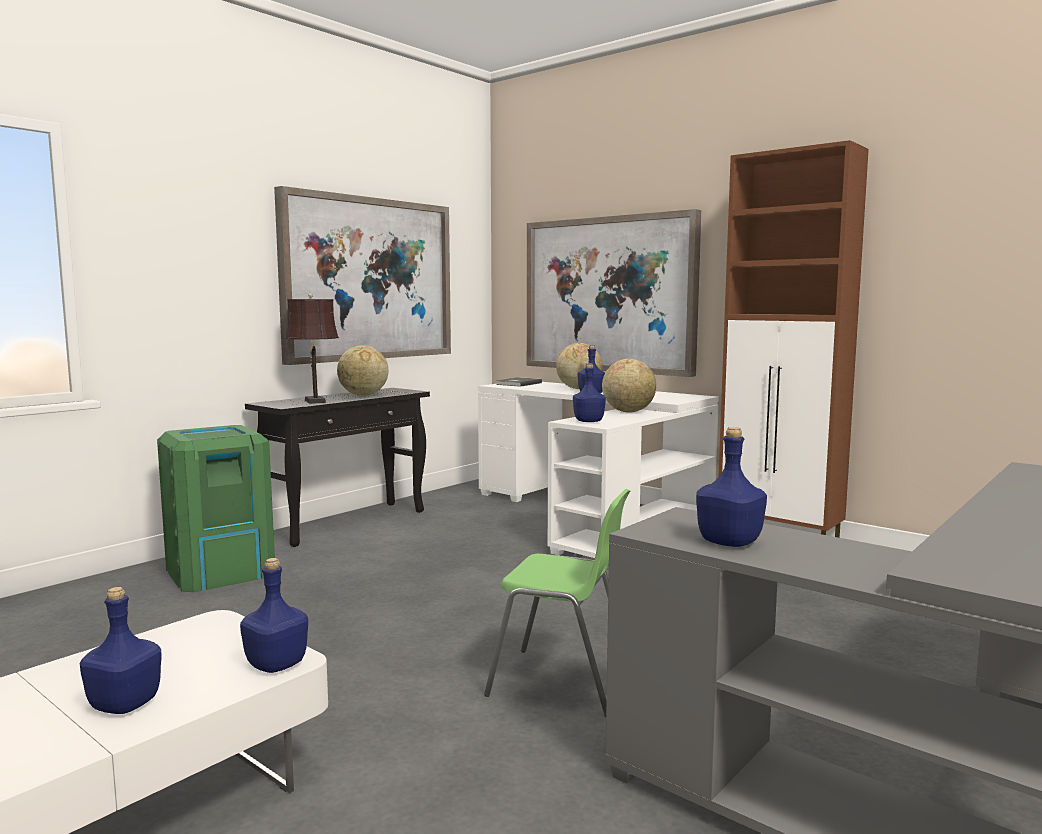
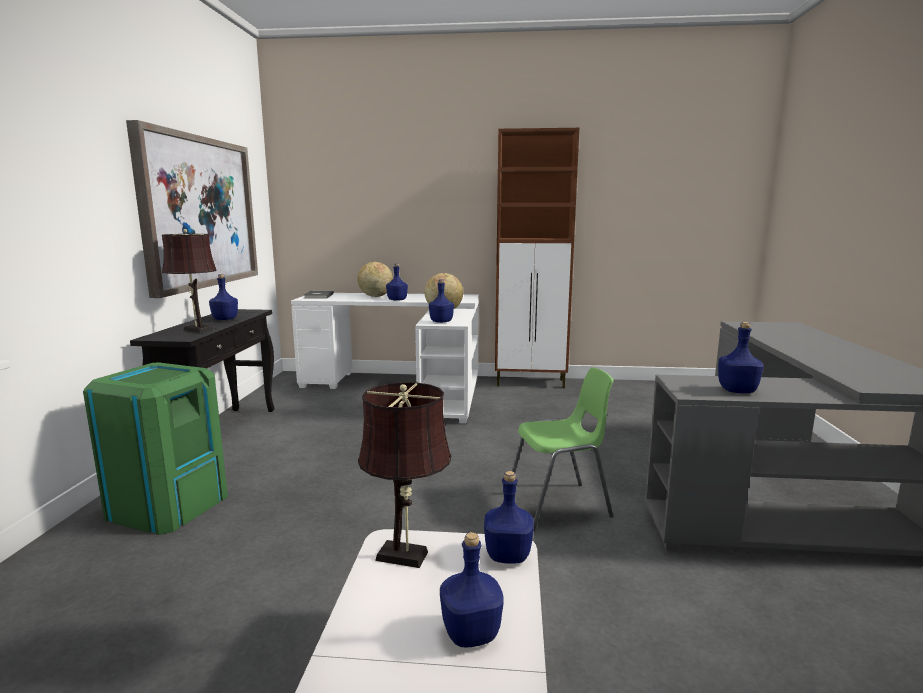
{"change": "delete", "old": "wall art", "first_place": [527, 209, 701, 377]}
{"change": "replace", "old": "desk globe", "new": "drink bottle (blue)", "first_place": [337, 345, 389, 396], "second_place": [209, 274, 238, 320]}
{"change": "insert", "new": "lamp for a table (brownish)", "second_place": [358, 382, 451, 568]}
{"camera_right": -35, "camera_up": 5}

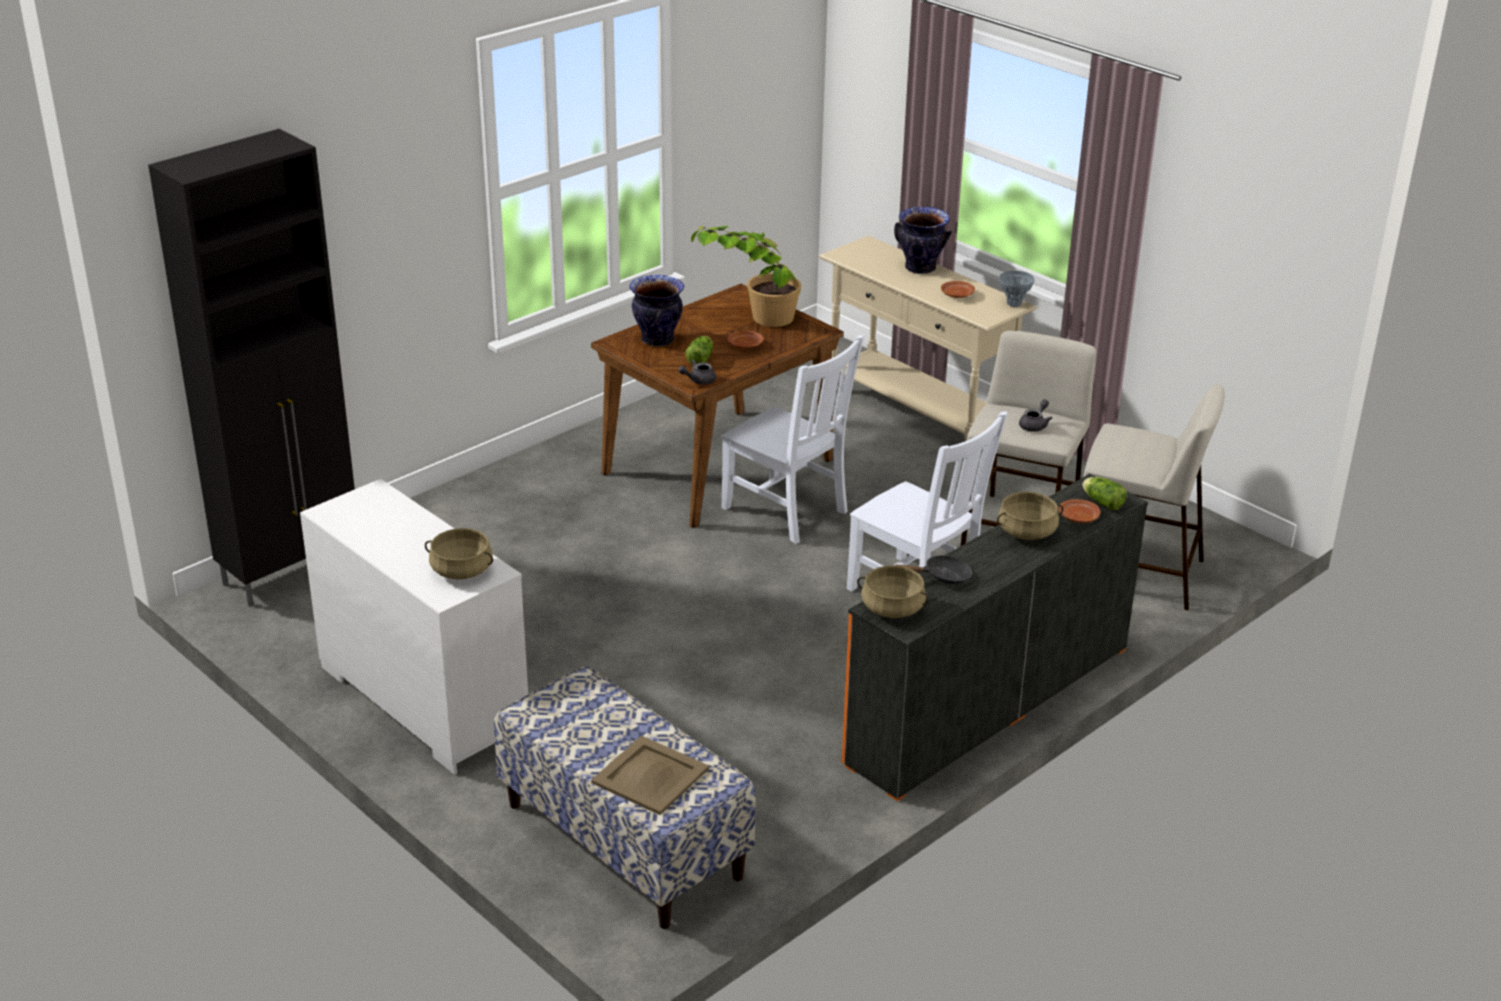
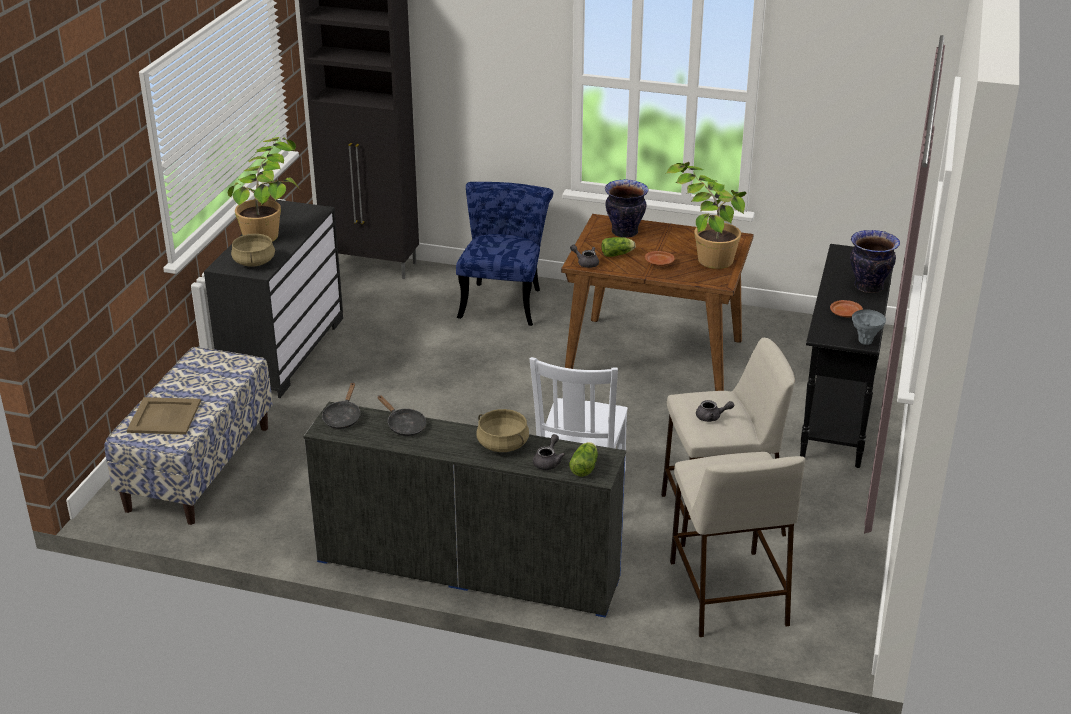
{"change": "recolor", "old": "console table (beige)", "new": "console table (black-coloured)", "first_place": [819, 236, 1036, 441], "second_place": [800, 244, 893, 468]}
{"change": "delete", "old": "upright chair (white)", "first_place": [721, 335, 864, 544]}
{"change": "recolor", "old": "drawer chest (orangey)", "new": "drawer chest (blue)", "first_place": [842, 474, 1148, 801], "second_place": [303, 402, 626, 618]}
{"change": "recolor", "old": "drawer chest (white)", "new": "drawer chest (black-coloured)", "first_place": [300, 479, 528, 775], "second_place": [204, 200, 343, 398]}
{"change": "replace", "old": "flat dish (brownish)", "new": "teapot (grey)", "first_place": [1058, 499, 1101, 523], "second_place": [533, 434, 565, 470]}
{"change": "replace", "old": "cooking pot (beige)", "new": "pan (black-coloured)", "first_place": [857, 565, 929, 618], "second_place": [322, 382, 360, 429]}
{"change": "insert", "new": "plant in a pot", "second_place": [228, 137, 300, 242]}
{"change": "insert", "new": "upright chair (blue)", "second_place": [456, 182, 553, 326]}
{"camera_right": 60, "camera_up": 0}

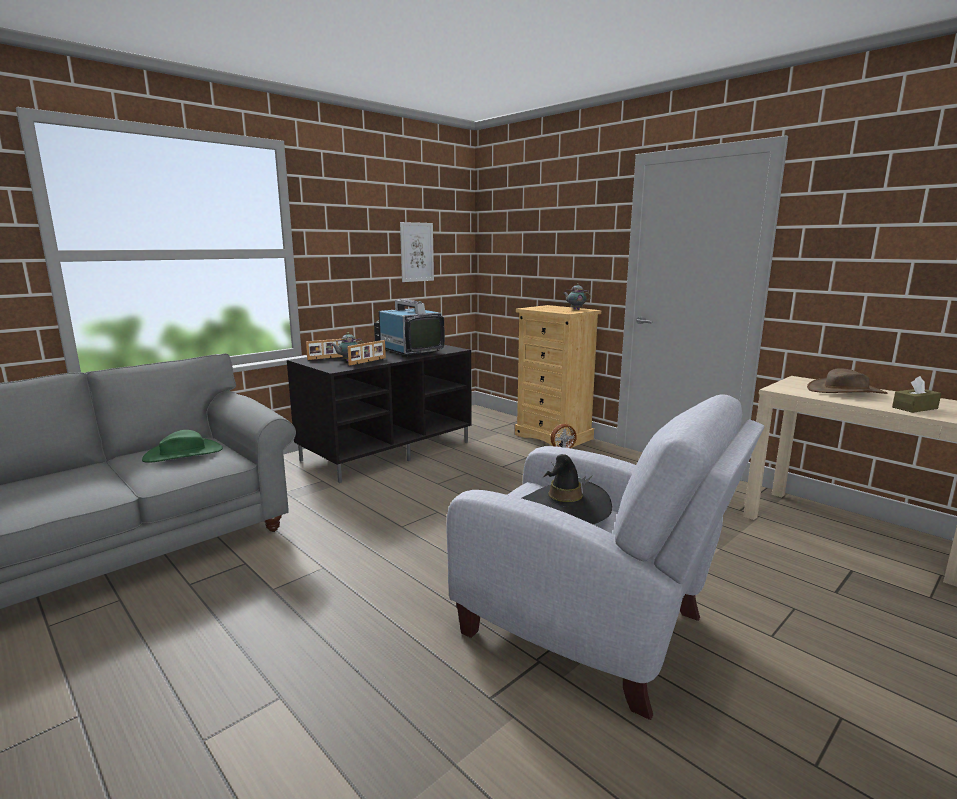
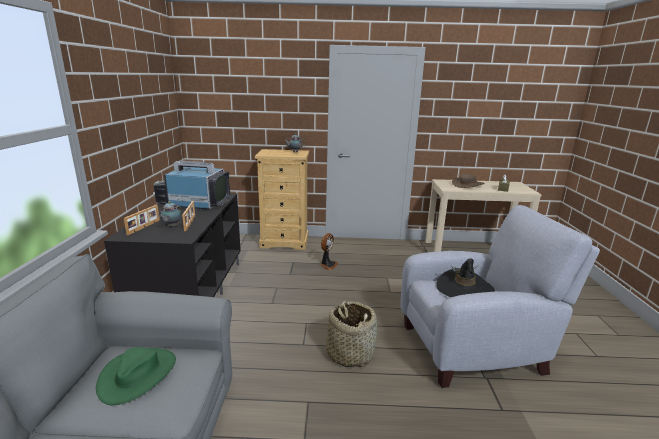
{"change": "delete", "old": "wall art", "first_place": [400, 222, 434, 282]}
{"change": "insert", "new": "basket", "second_place": [326, 301, 377, 367]}
{"camera_right": -45, "camera_up": 5}

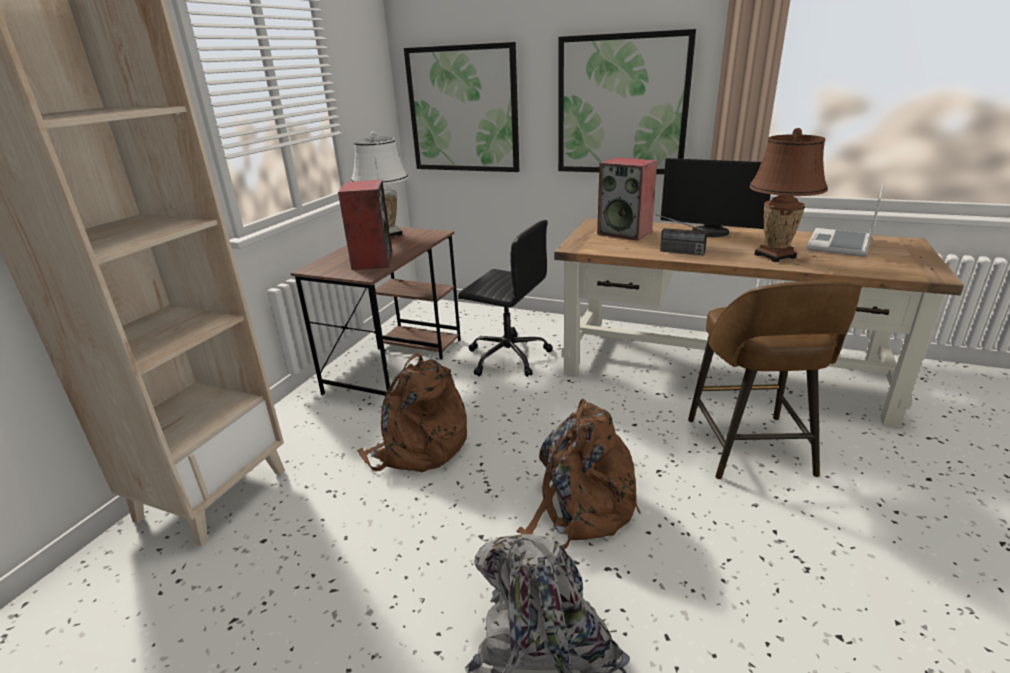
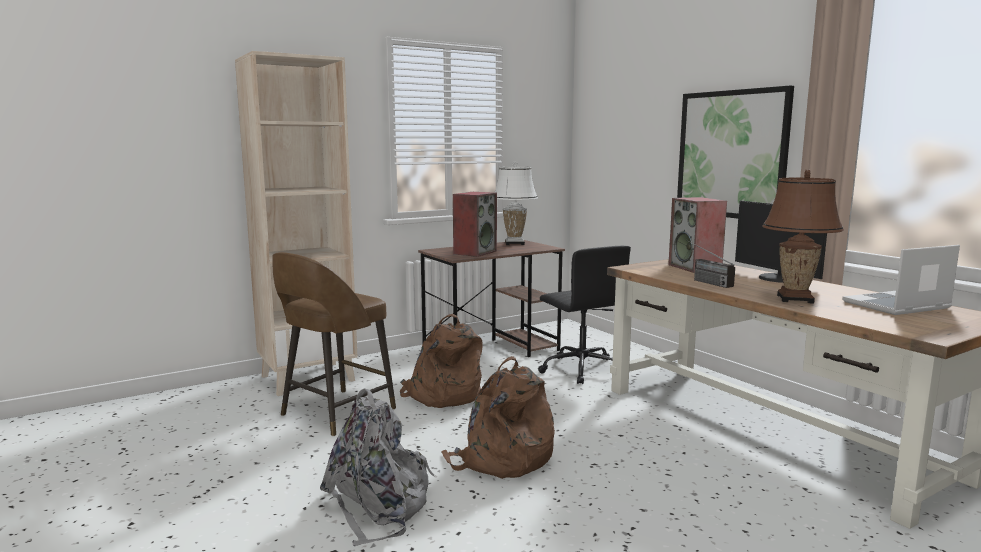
{"change": "delete", "old": "wall art", "first_place": [404, 42, 519, 172]}
{"change": "move", "old": "stool (brownish)", "first_place": [688, 280, 862, 479], "second_place": [272, 252, 396, 436]}
{"camera_right": 35, "camera_up": -15}

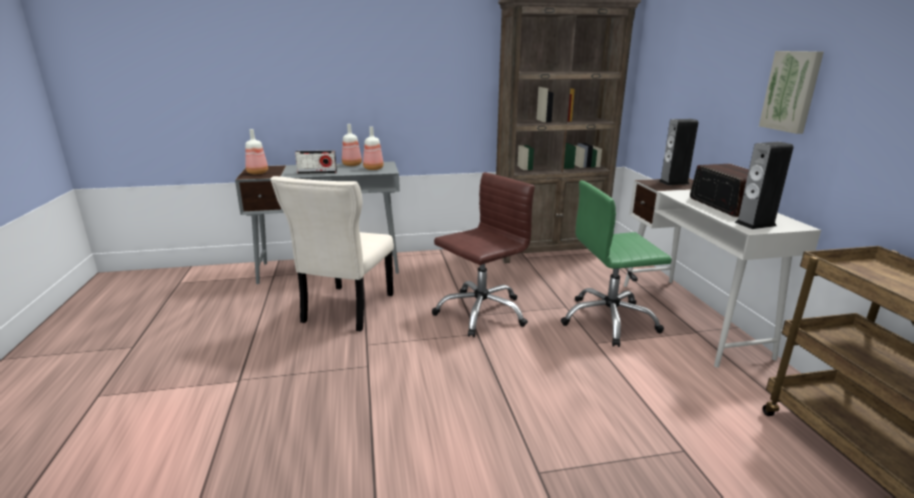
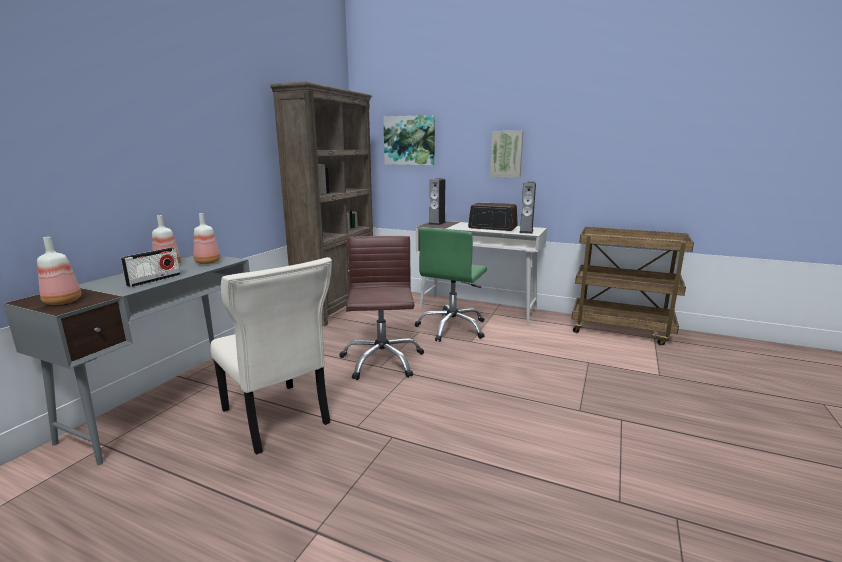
{"change": "insert", "new": "wall art", "second_place": [383, 115, 435, 165]}
{"camera_right": -55, "camera_up": -5}

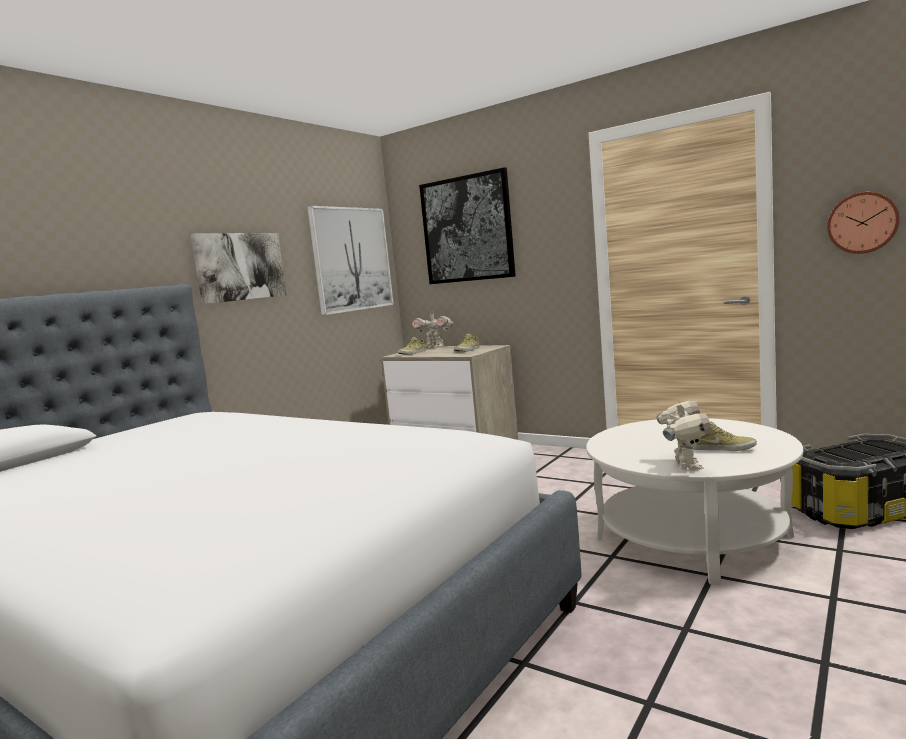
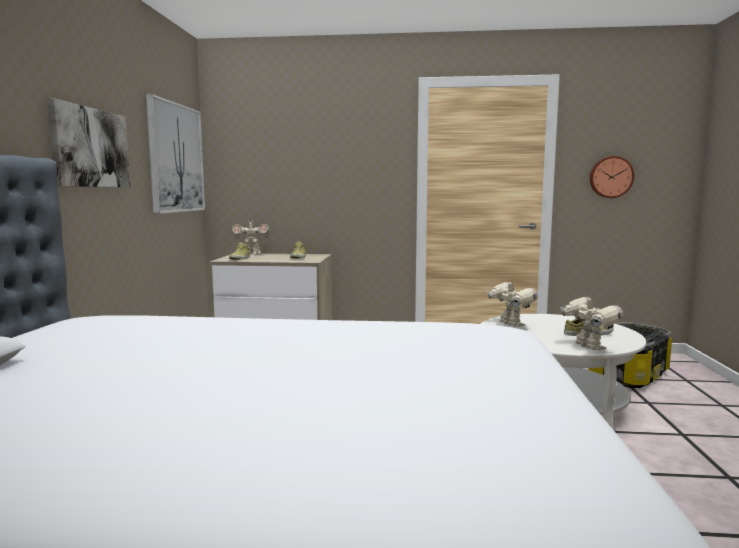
{"change": "delete", "old": "wall art", "first_place": [419, 167, 516, 284]}
{"change": "insert", "new": "toy robot", "second_place": [487, 279, 538, 327]}
{"camera_right": -30, "camera_up": 0}

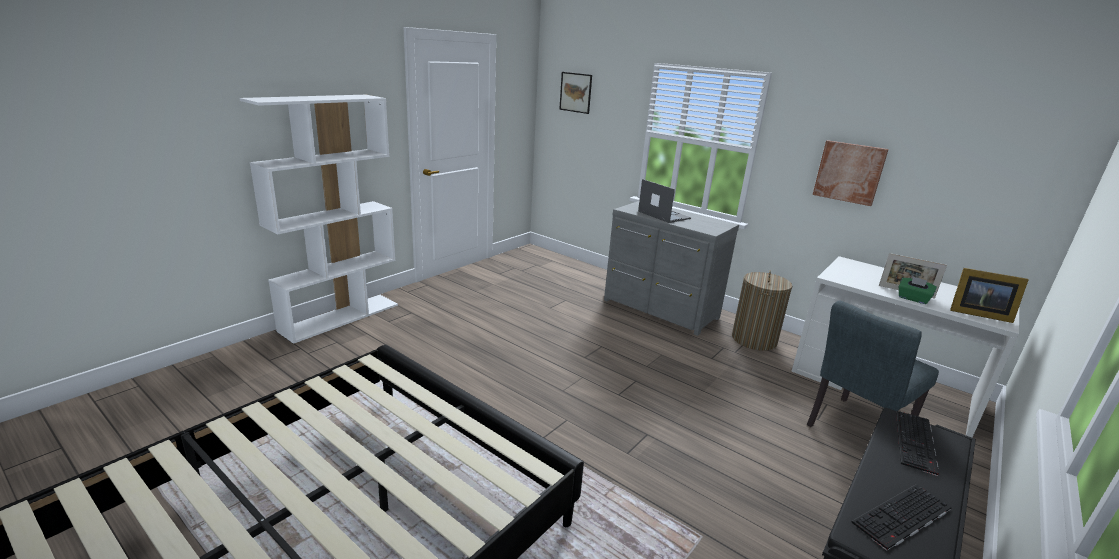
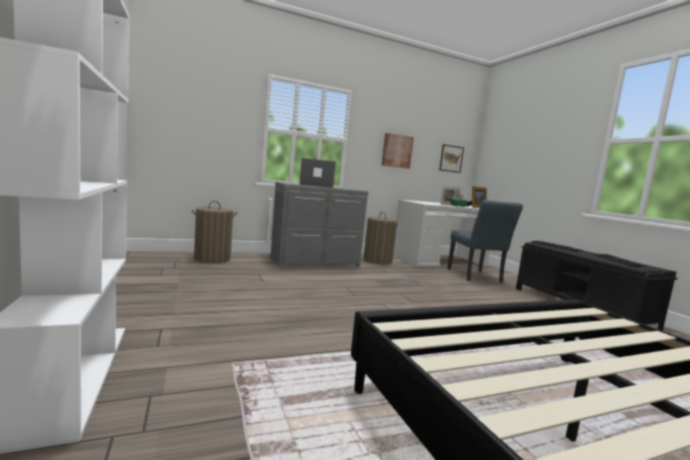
{"change": "move", "old": "wall art", "first_place": [559, 72, 592, 114], "second_place": [439, 144, 464, 173]}
{"change": "insert", "new": "laundry basket", "second_place": [191, 201, 238, 263]}
{"camera_right": -60, "camera_up": -15}

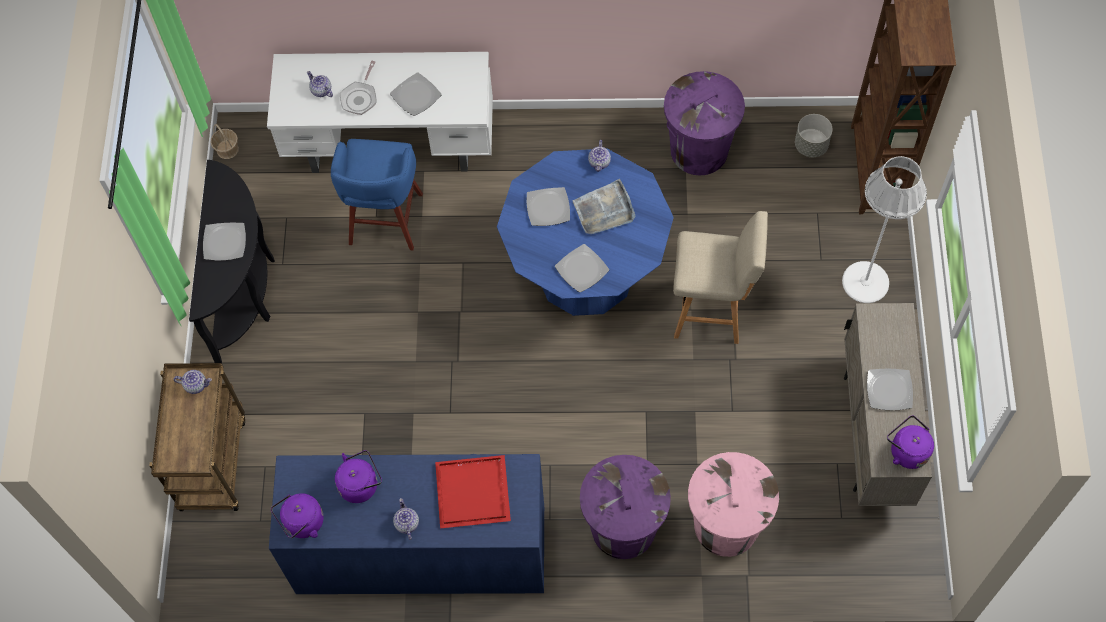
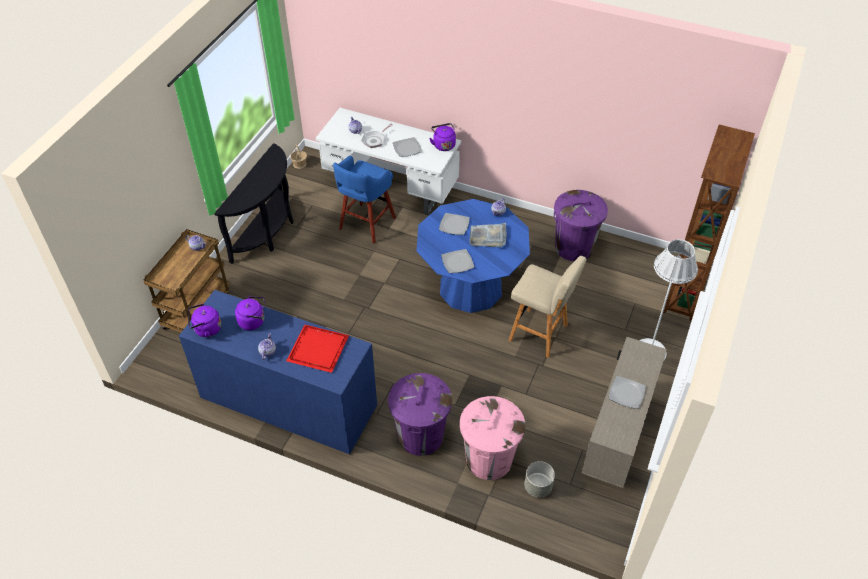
{"change": "move", "old": "planter (grey)", "first_place": [795, 114, 833, 157], "second_place": [525, 461, 555, 498]}
{"change": "delete", "old": "flat dish", "first_place": [203, 223, 246, 261]}
{"change": "move", "old": "kettle (purple)", "first_place": [887, 415, 934, 469], "second_place": [429, 123, 456, 151]}
{"camera_right": 20, "camera_up": -15}

